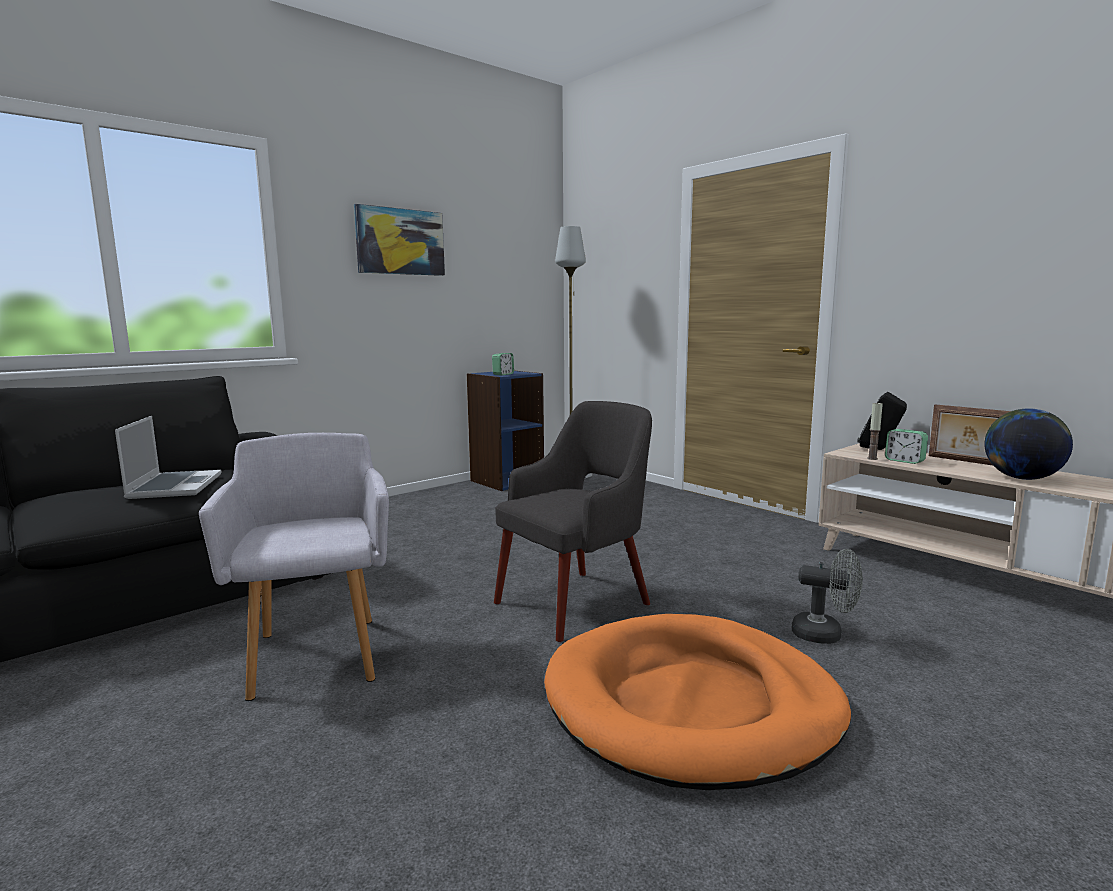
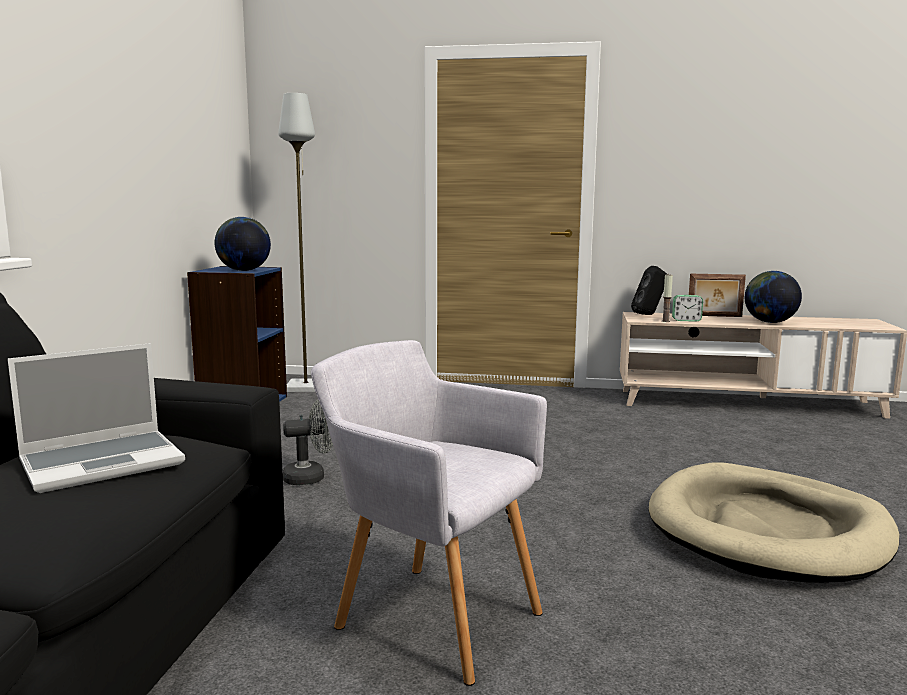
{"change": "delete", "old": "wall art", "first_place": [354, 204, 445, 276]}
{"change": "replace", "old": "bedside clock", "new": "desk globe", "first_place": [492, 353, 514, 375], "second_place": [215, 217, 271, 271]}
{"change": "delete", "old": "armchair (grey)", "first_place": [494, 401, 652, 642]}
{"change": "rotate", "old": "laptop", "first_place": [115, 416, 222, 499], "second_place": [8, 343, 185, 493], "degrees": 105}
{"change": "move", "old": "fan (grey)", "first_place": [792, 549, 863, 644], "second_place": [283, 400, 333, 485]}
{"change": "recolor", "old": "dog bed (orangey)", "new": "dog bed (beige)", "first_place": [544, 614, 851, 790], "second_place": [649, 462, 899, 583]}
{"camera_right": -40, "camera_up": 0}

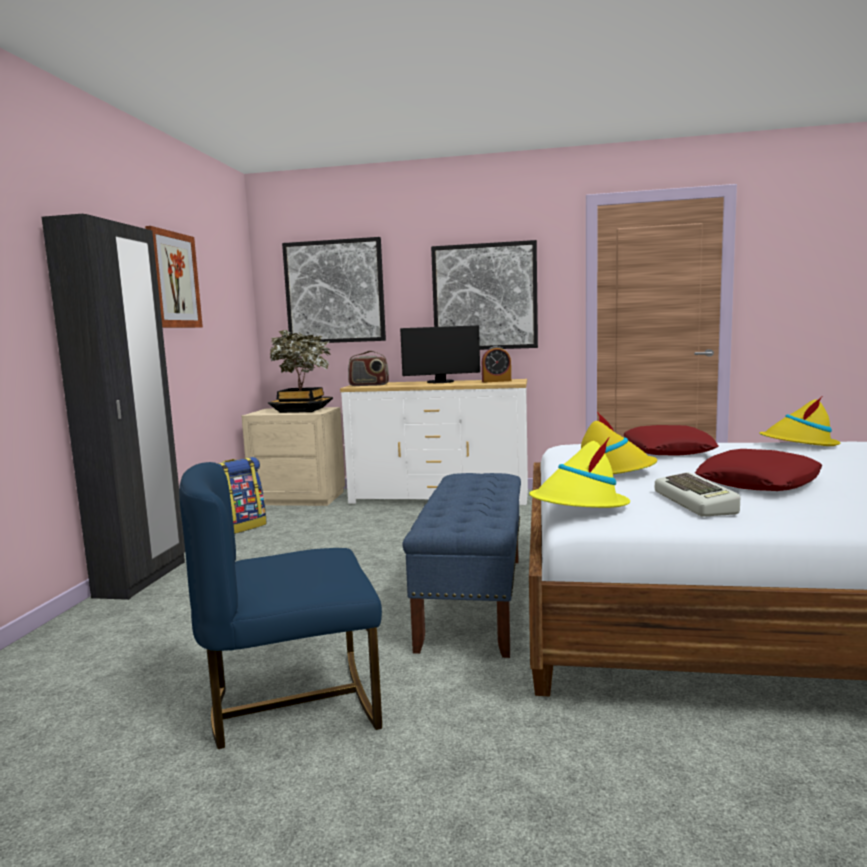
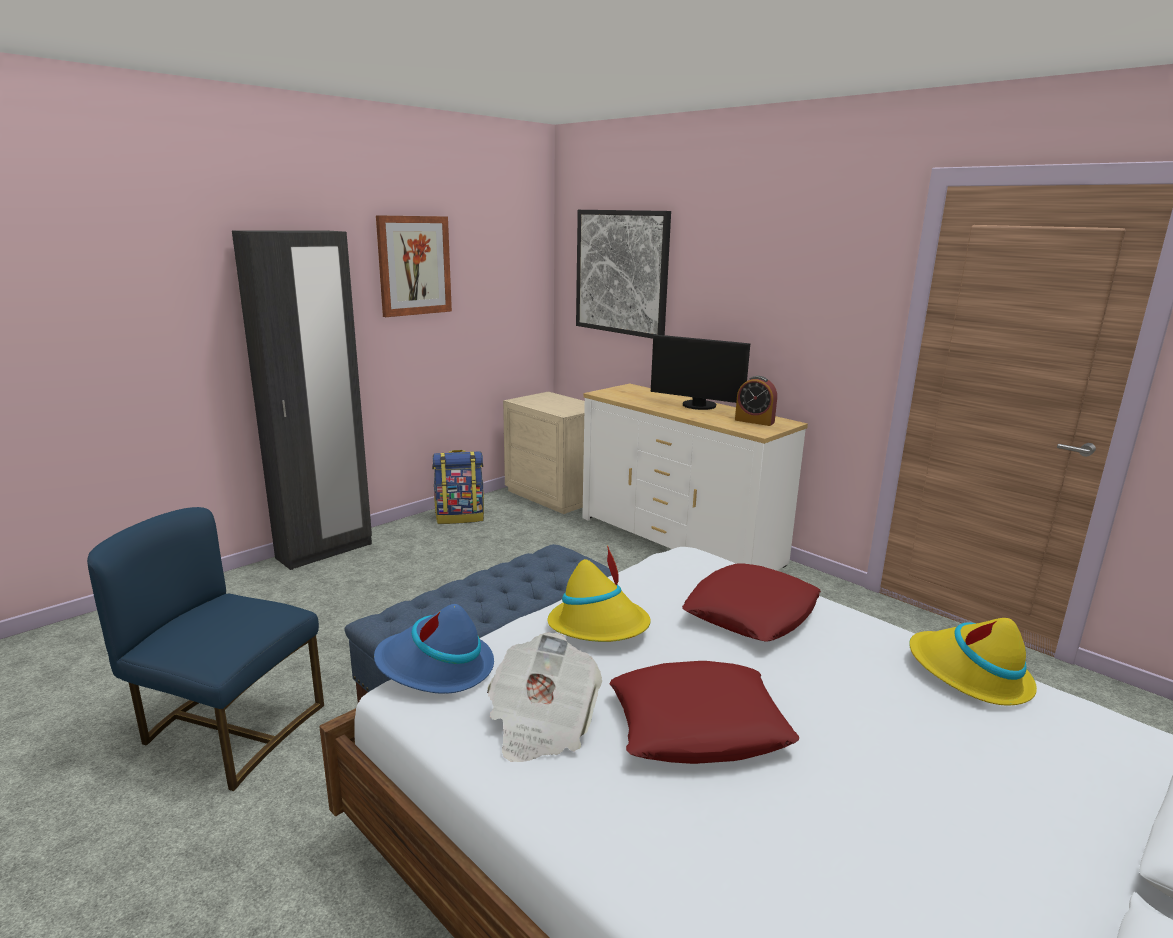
{"change": "delete", "old": "wall art", "first_place": [431, 240, 538, 350]}
{"change": "delete", "old": "plant in a pot", "first_place": [268, 330, 333, 413]}
{"change": "delete", "old": "radio set", "first_place": [348, 351, 389, 386]}
{"change": "recolor", "old": "wearable hat (yellow-coloured)", "new": "wearable hat (blue)", "first_place": [529, 437, 630, 508], "second_place": [374, 604, 494, 694]}
{"change": "replace", "old": "PC keyboard", "new": "newspaper", "first_place": [655, 472, 740, 517], "second_place": [487, 633, 602, 762]}
{"camera_right": 35, "camera_up": 10}

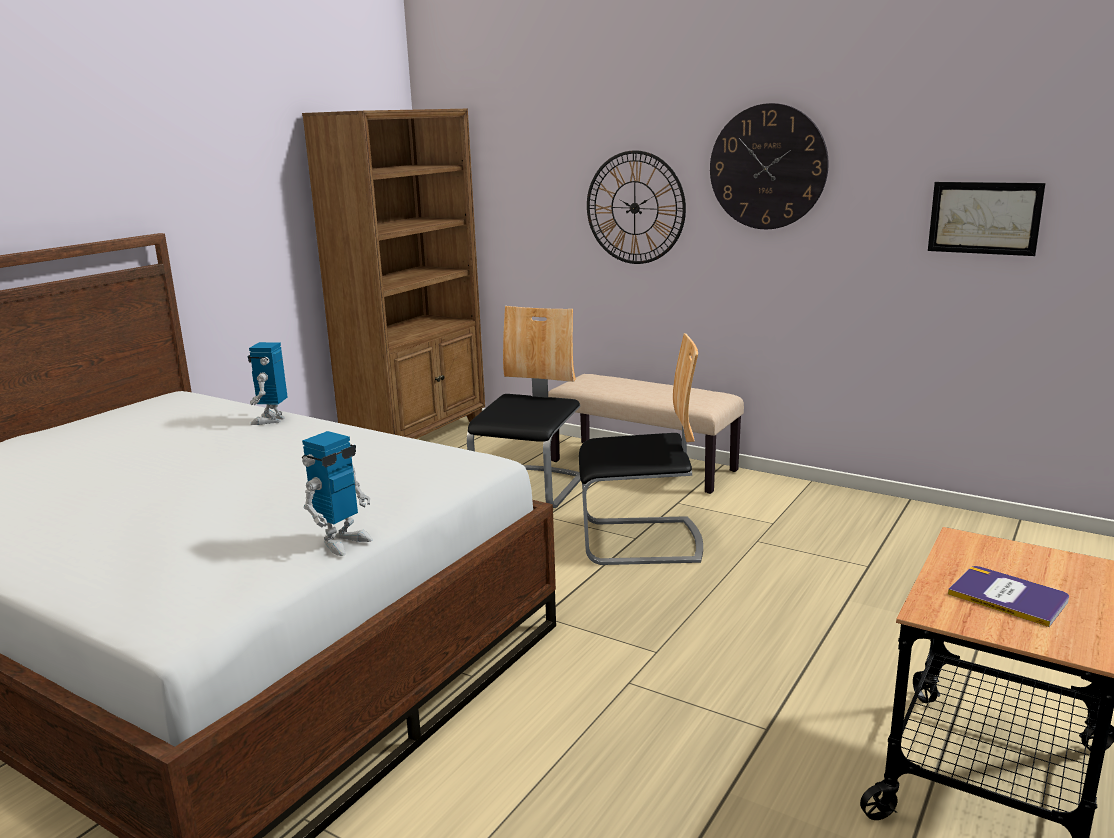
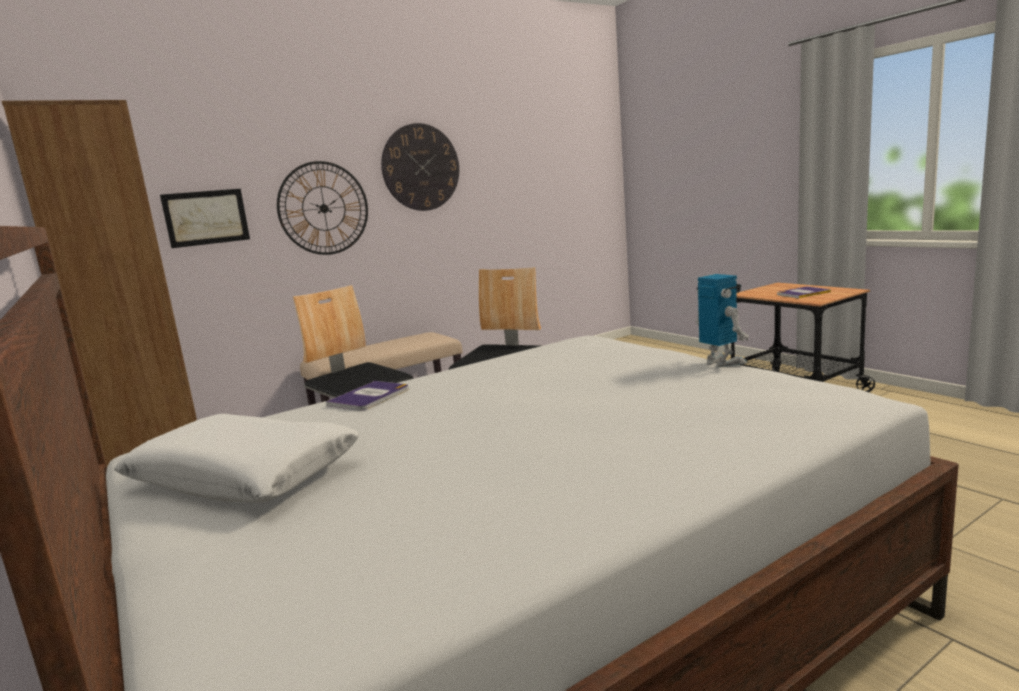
{"change": "move", "old": "wall art", "first_place": [928, 182, 1045, 256], "second_place": [160, 189, 250, 248]}
{"change": "replace", "old": "toy robot", "new": "bound book", "first_place": [248, 342, 287, 425], "second_place": [326, 381, 409, 411]}
{"change": "insert", "new": "cushion (white)", "second_place": [114, 414, 359, 503]}
{"camera_right": -65, "camera_up": -5}

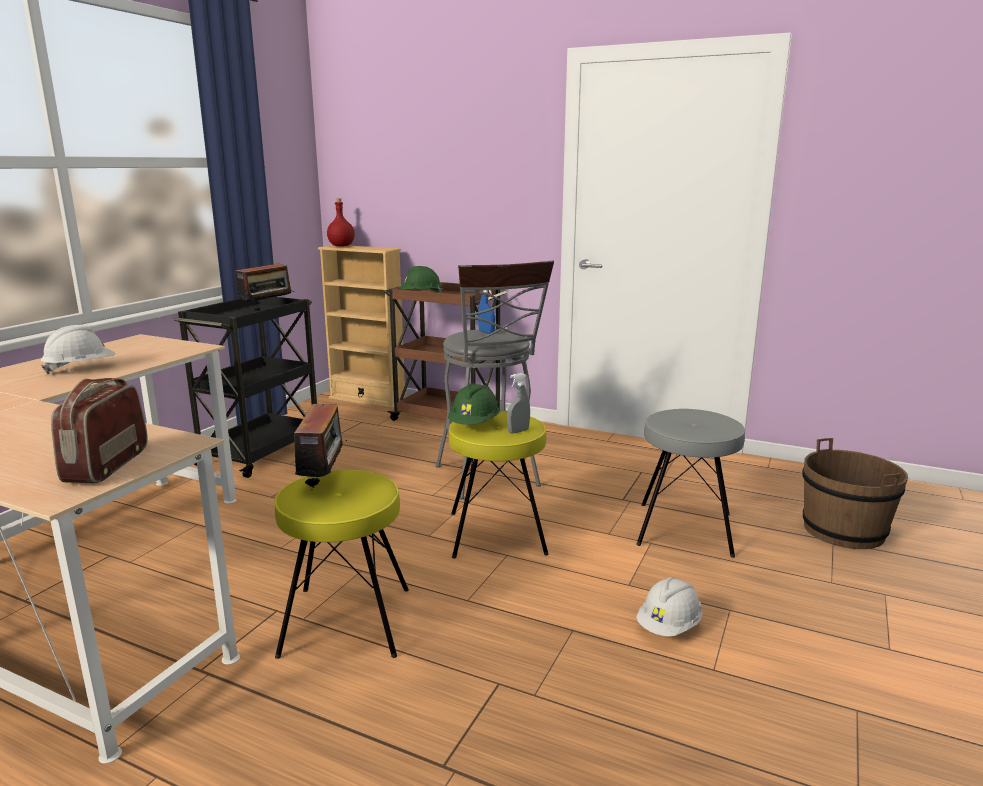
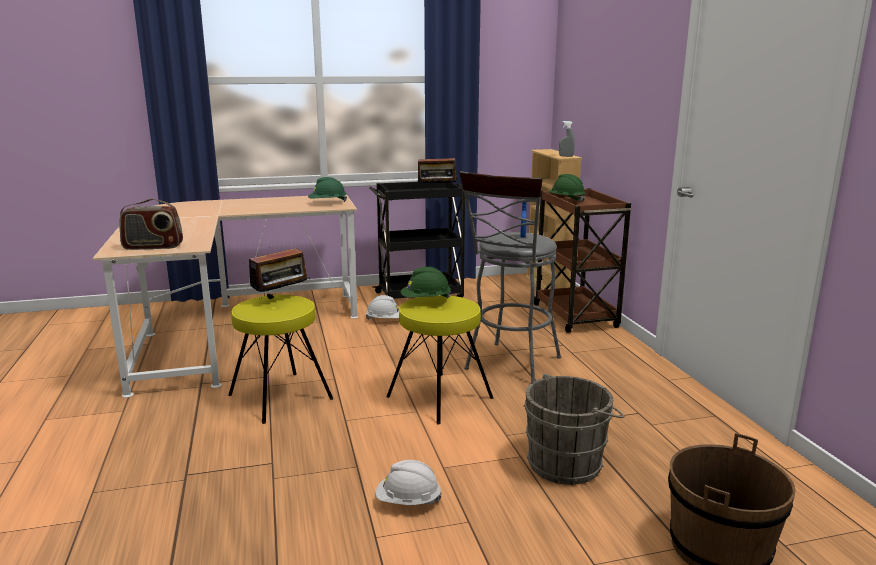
{"change": "delete", "old": "drink bottle (red-coloured)", "first_place": [327, 198, 355, 247]}
{"change": "move", "old": "work helmet (white)", "first_place": [41, 325, 115, 374], "second_place": [365, 295, 399, 320]}
{"change": "move", "old": "hand sprayer (grey)", "first_place": [507, 373, 530, 433], "second_place": [559, 121, 575, 157]}
{"change": "rotate", "old": "radio set", "first_place": [51, 378, 148, 483], "second_place": [119, 199, 183, 250], "degrees": -150}
{"change": "replace", "old": "stool (grey)", "new": "water bucket (grey)", "first_place": [636, 409, 745, 558], "second_place": [524, 373, 625, 485]}
{"change": "insert", "new": "work helmet (green-coloured)", "second_place": [308, 177, 347, 202]}
{"camera_right": 50, "camera_up": 0}

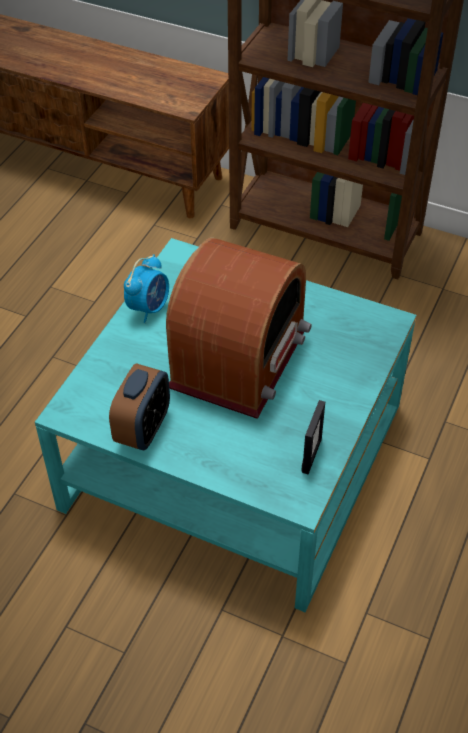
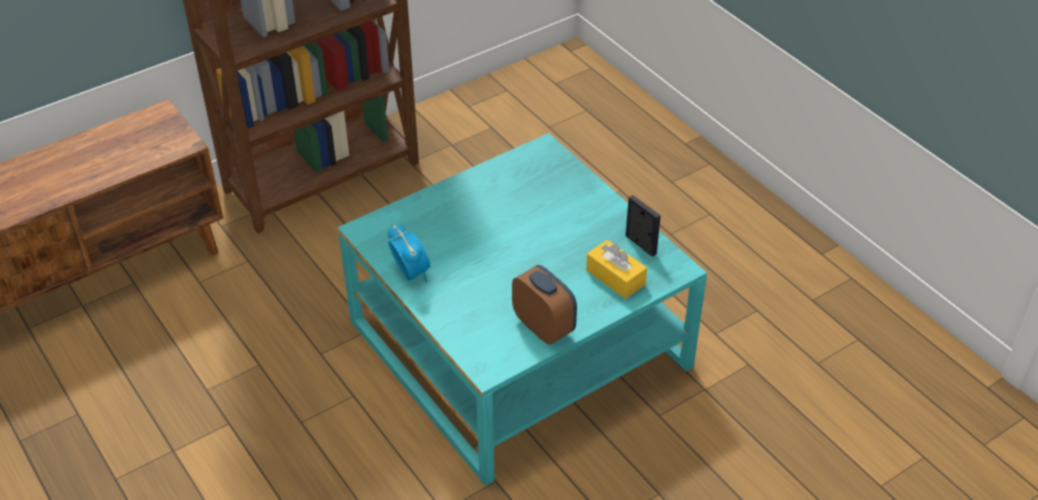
{"change": "delete", "old": "radio set", "first_place": [166, 238, 312, 419]}
{"change": "insert", "new": "tissue holder (yellow-coloured)", "second_place": [586, 240, 647, 299]}
{"camera_right": -60, "camera_up": -5}

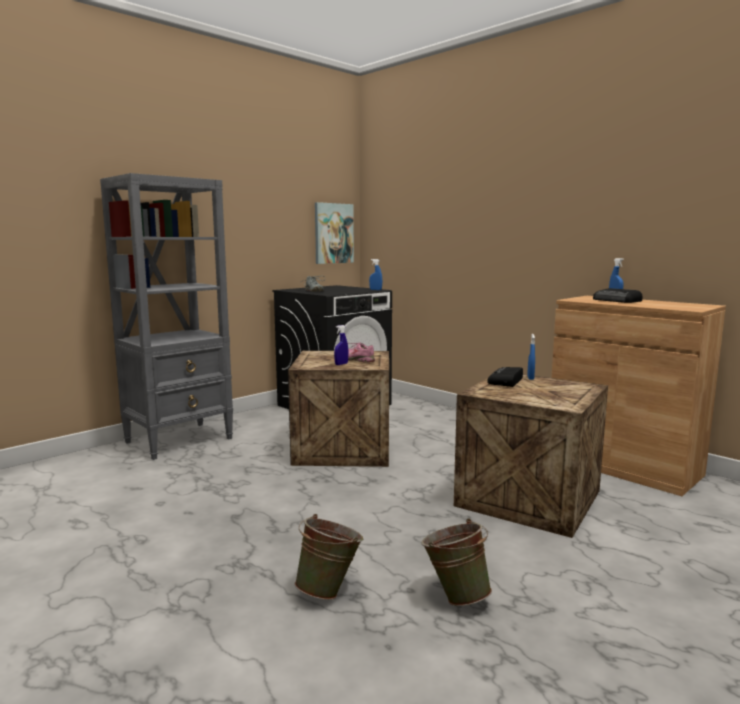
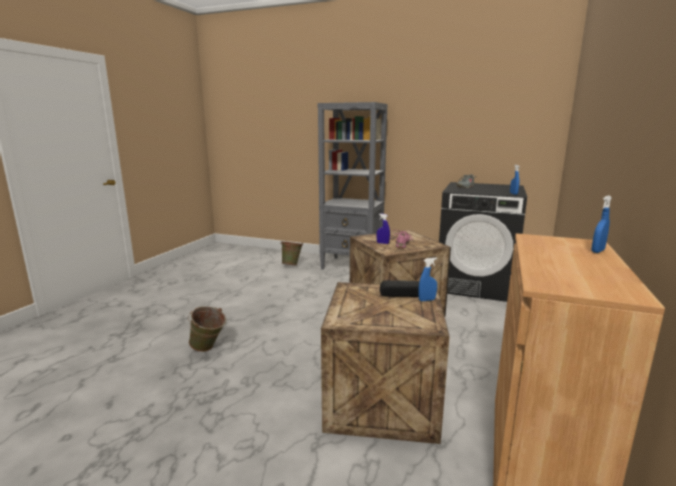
{"change": "delete", "old": "wall art", "first_place": [315, 202, 354, 264]}
{"change": "delete", "old": "radio set", "first_place": [593, 288, 642, 303]}
{"change": "move", "old": "water bucket (green-coloured)", "first_place": [421, 519, 492, 606], "second_place": [280, 241, 303, 266]}
{"camera_right": 65, "camera_up": 5}

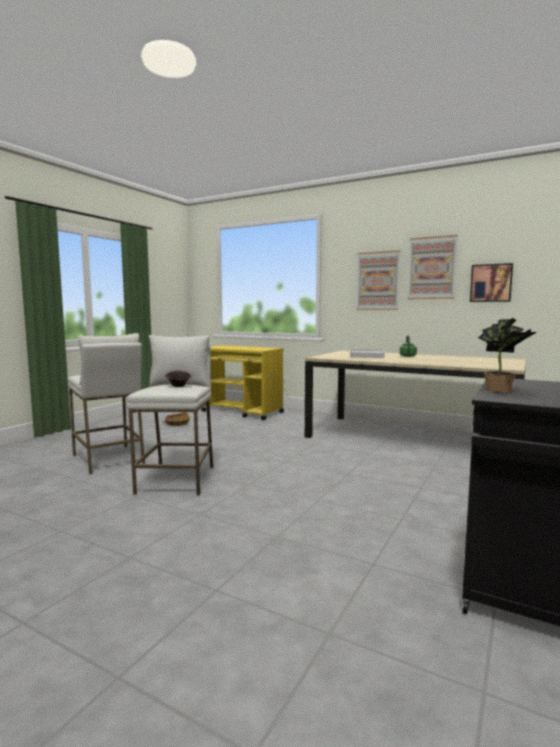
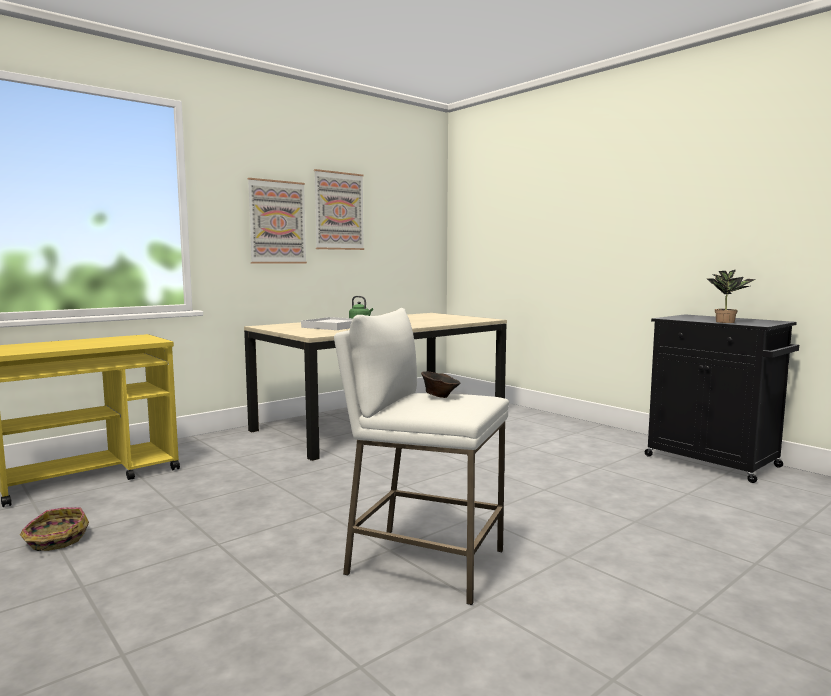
{"change": "delete", "old": "wall art", "first_place": [470, 263, 513, 302]}
{"change": "delete", "old": "stool (white)", "first_place": [67, 333, 145, 474]}
{"camera_right": -70, "camera_up": 0}

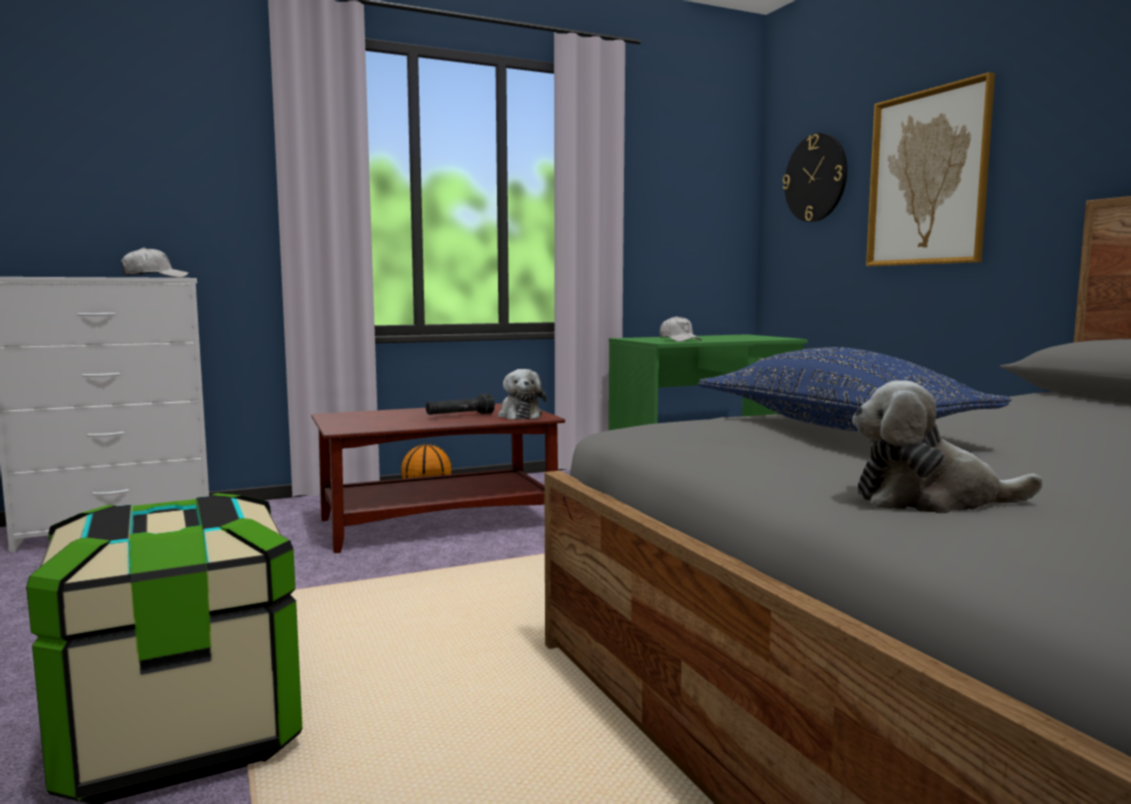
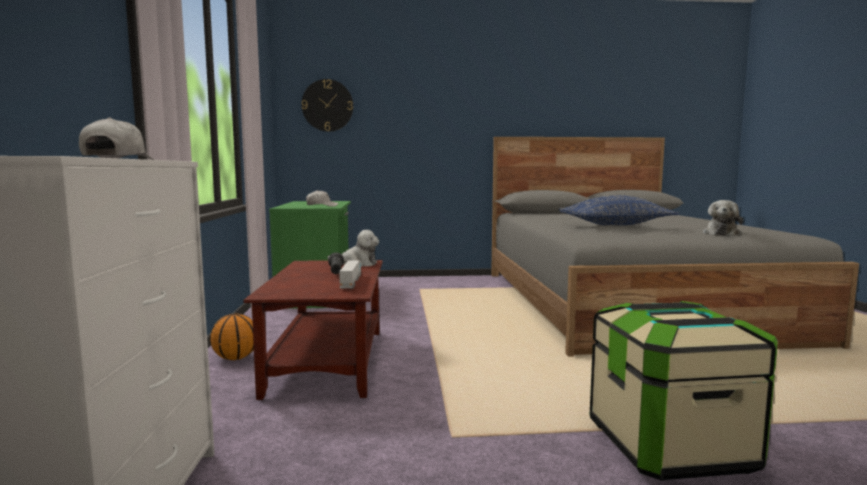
{"change": "delete", "old": "wall art", "first_place": [866, 72, 995, 266]}
{"change": "insert", "new": "model truck", "second_place": [339, 261, 361, 289]}
{"camera_right": -70, "camera_up": 0}

